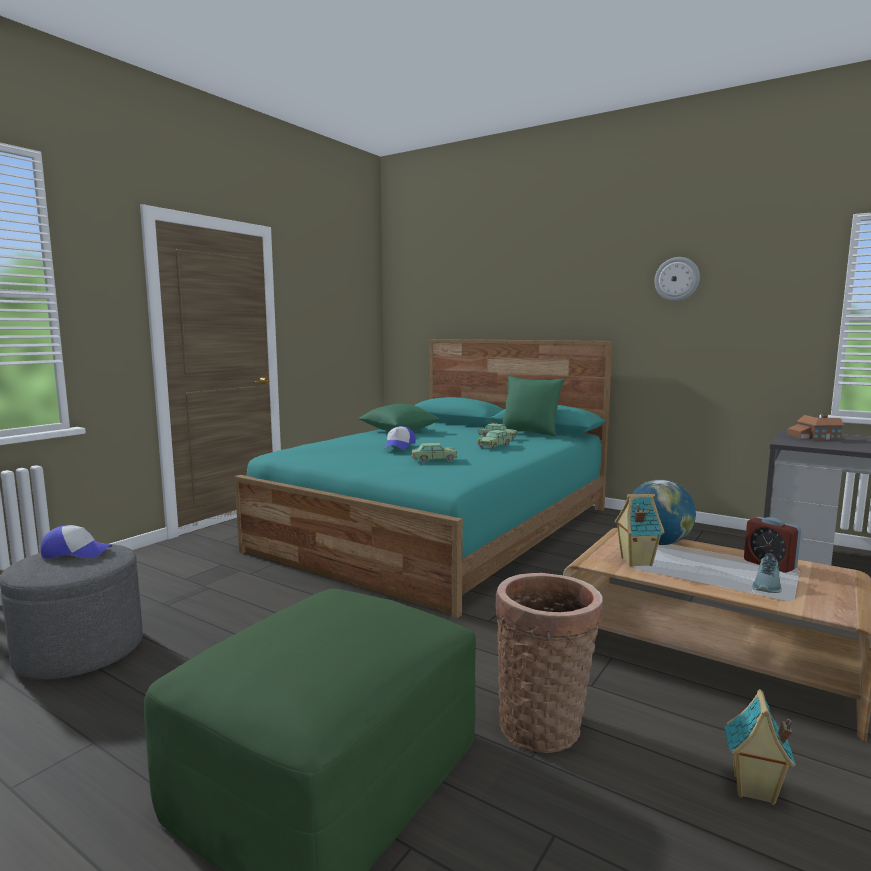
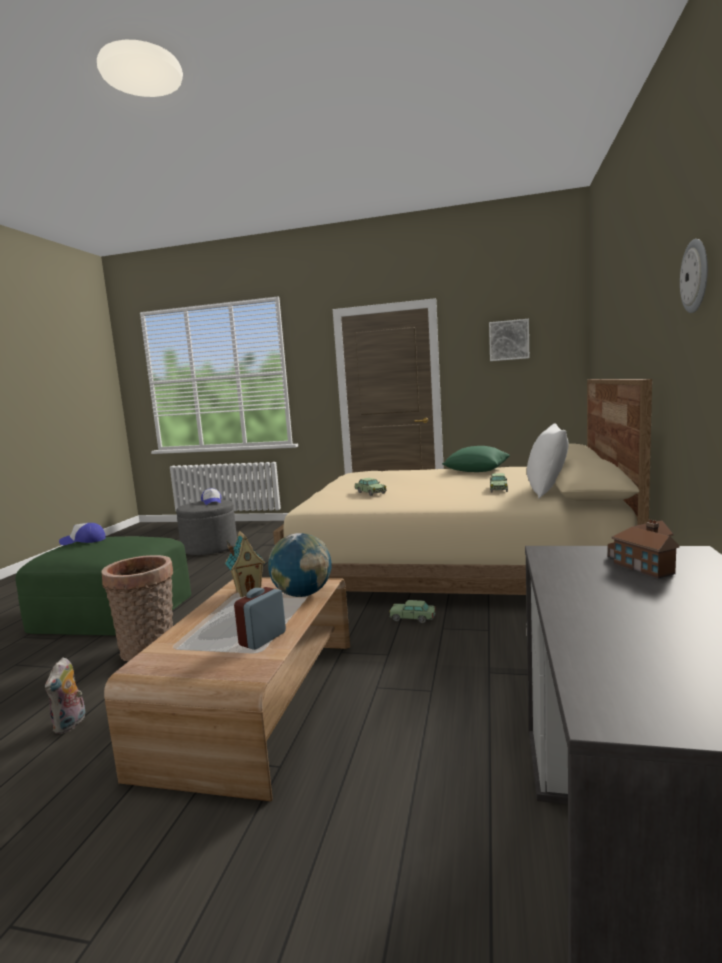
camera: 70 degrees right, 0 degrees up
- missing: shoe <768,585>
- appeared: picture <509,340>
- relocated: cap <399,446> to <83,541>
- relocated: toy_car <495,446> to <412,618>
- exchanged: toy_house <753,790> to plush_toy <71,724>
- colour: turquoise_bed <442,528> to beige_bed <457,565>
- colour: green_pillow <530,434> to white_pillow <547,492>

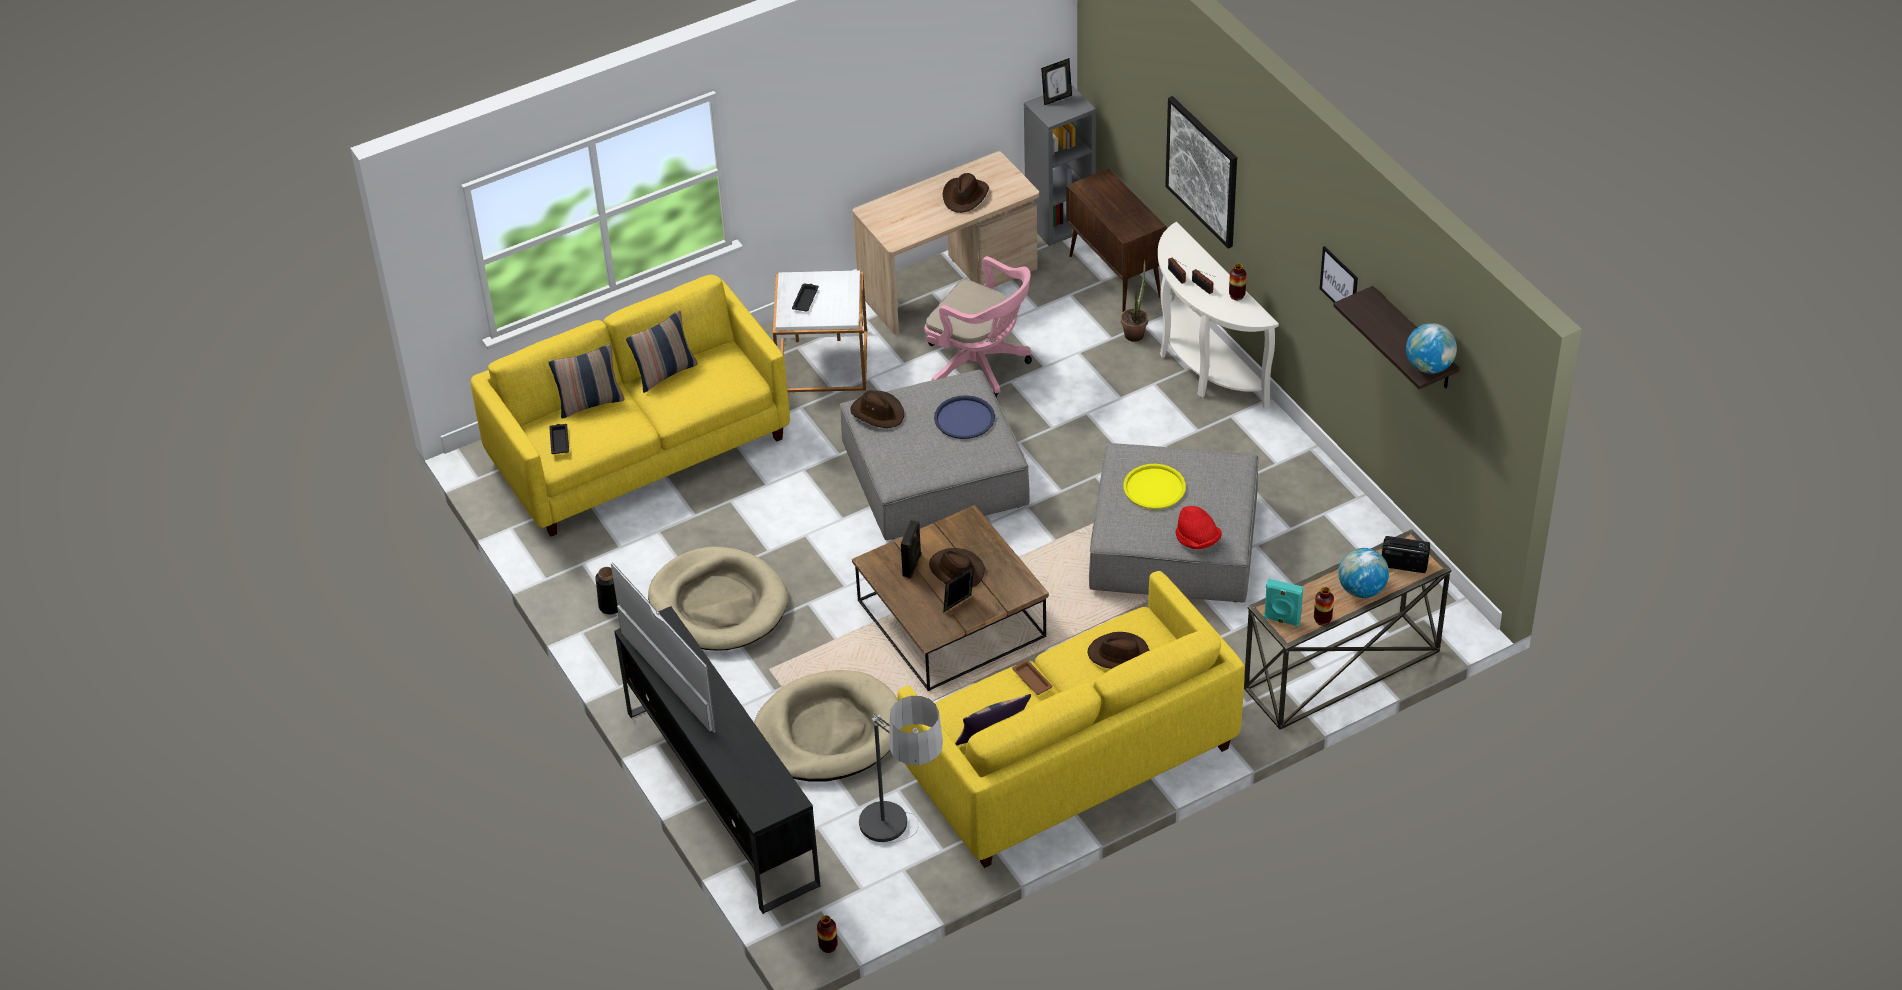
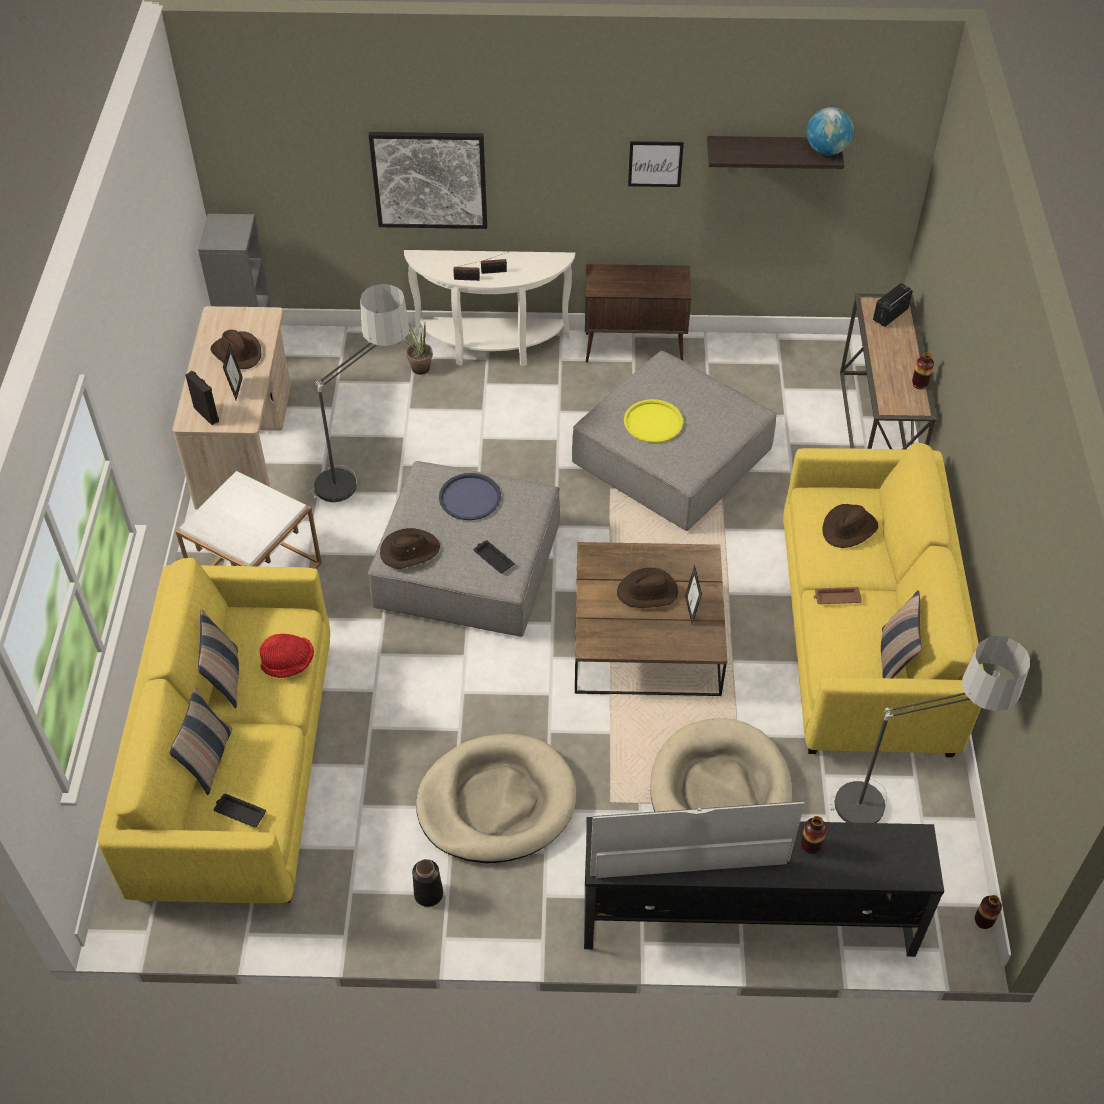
camera: 60 degrees left, 5 degrees up
- missing: turquoise_speaker <1281,620>
- missing: globe <1361,589>
- relocated: black_tray <805,299> to <493,558>
- relocated: black_speaker <912,565> to <207,414>
- relocated: picture_frame <1056,99> to <236,389>
- relocated: brown_cabinet <1115,277> to <635,349>
- relocated: red_hat <1197,540> to <289,663>
- relocated: vase <1237,296> to <810,846>
- exchanged: pink_office_chair <980,367> to floor_lamp <366,475>

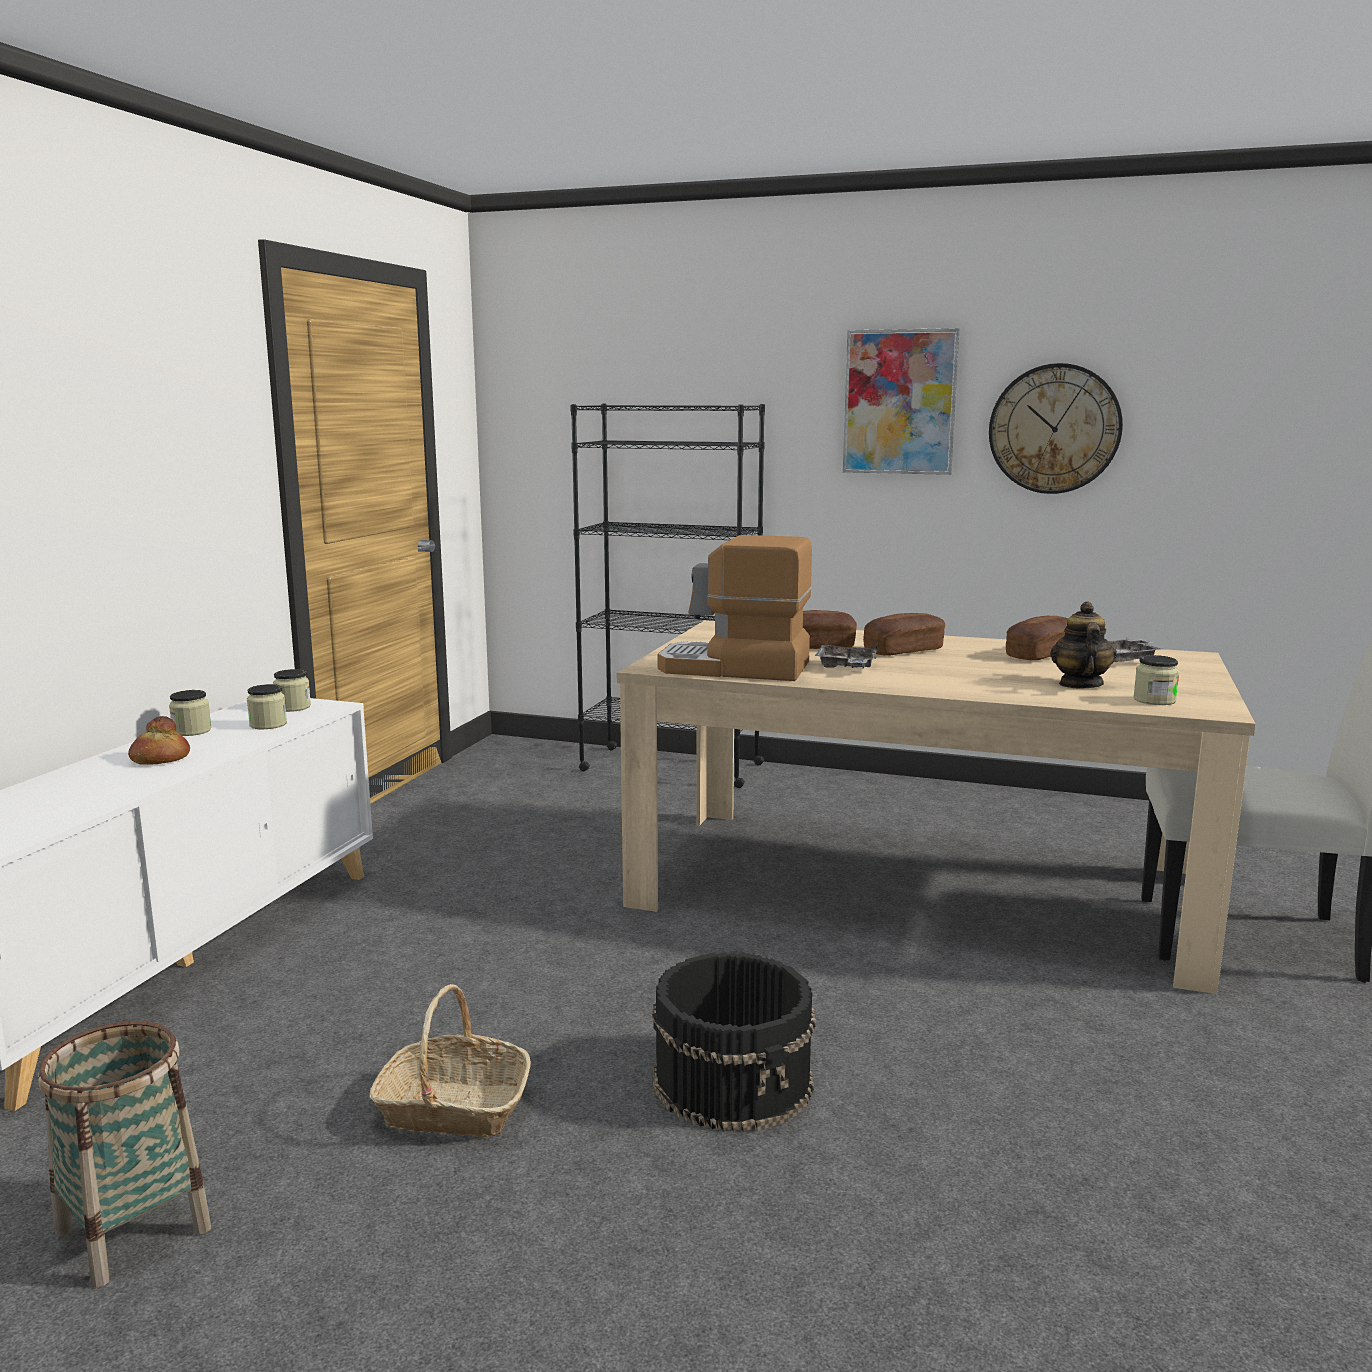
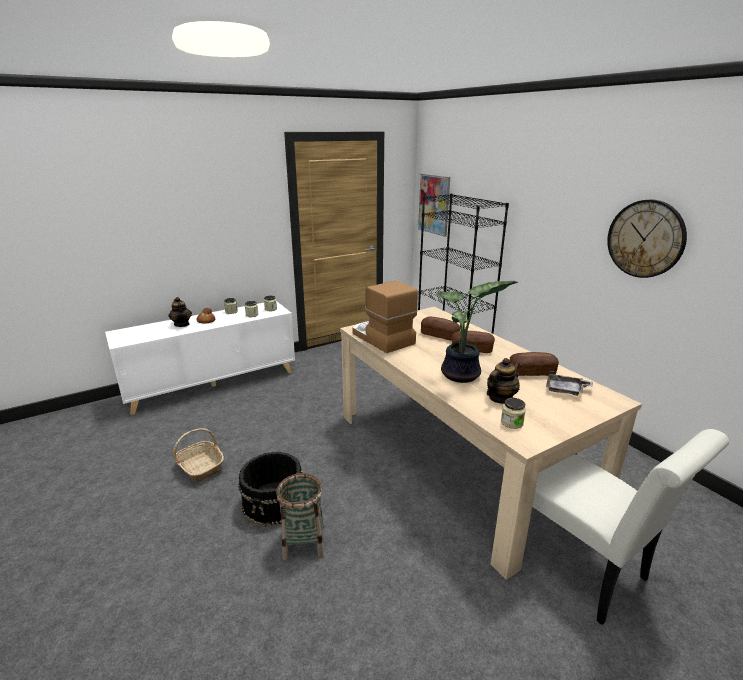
camera: 40 degrees right, 10 degrees up
- missing: grey_tray <846,667>
- appeared: teapot <182,324>
- appeared: potted_plant <462,376>
- relocated: basket <133,1230> to <303,542>
- relocated: picture <899,402> to <434,204>

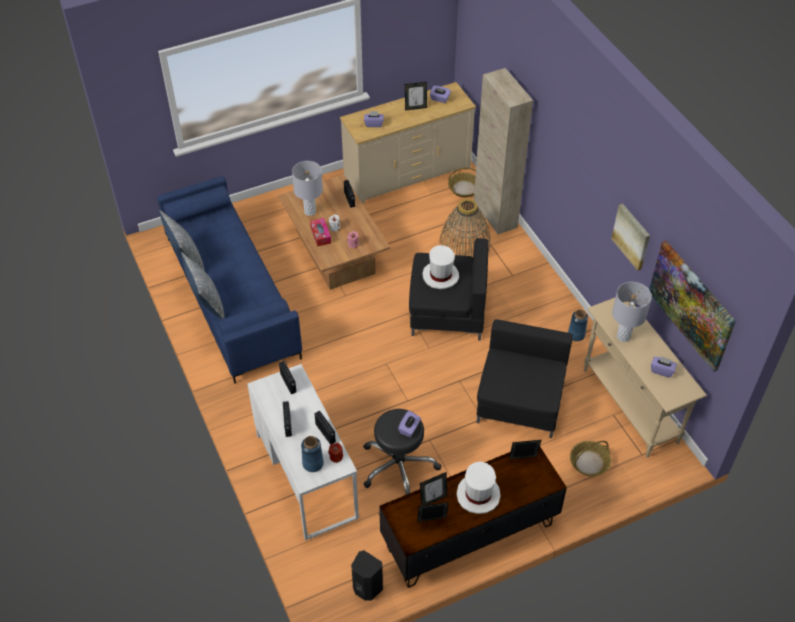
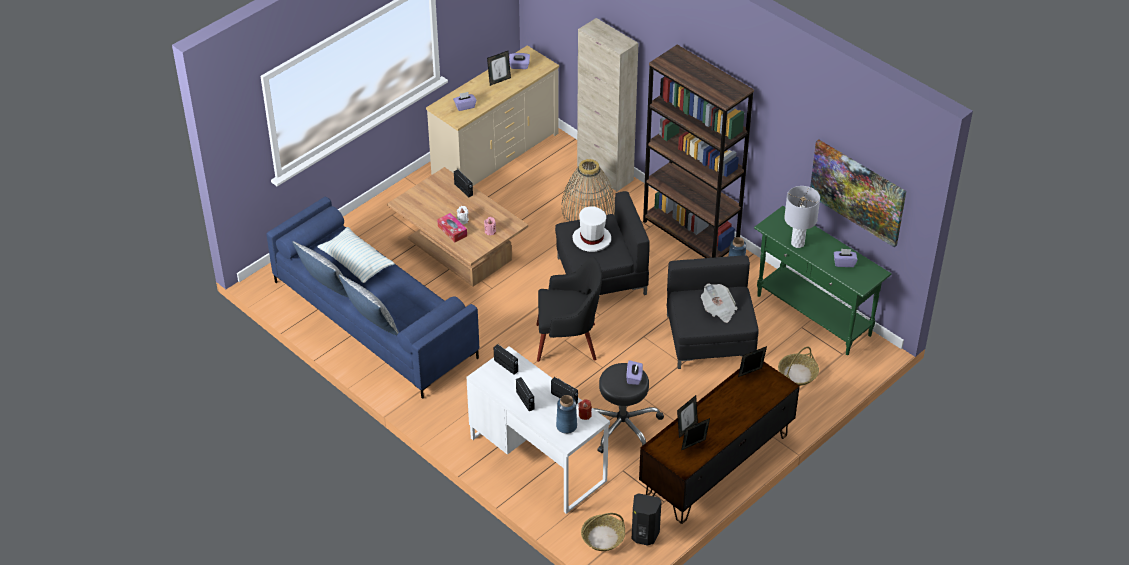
camera: 20 degrees left, 5 degrees down
- missing: grey_table_lamp <310,211>
- missing: white_hat <478,495>
- missing: picture <632,236>
- appeared: pillow <356,262>
- appeared: black_armchair <568,341>
- appeared: brown_bookcase <690,235>
- appeared: newspaper <718,310>
- relocated: basket <464,188> to <602,538>
- colour: beige_console_table <630,406> to green_console_table <813,316>

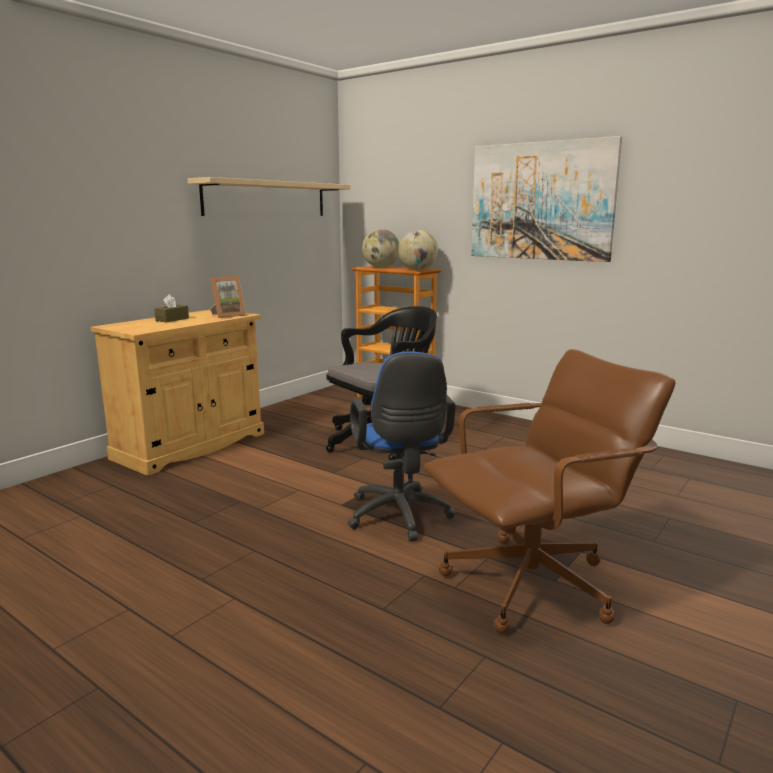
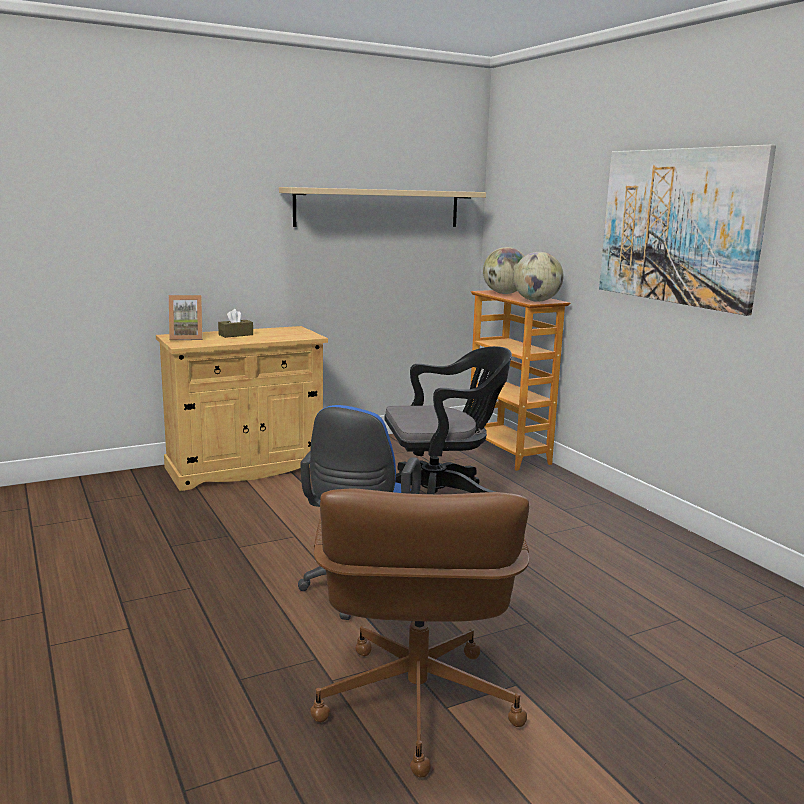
camera: 25 degrees right, 0 degrees up
- relocated: picture_frame <228,315> to <186,338>
- spun: brown_office_chair <532,585> = <415,704> 90 degrees clockwise

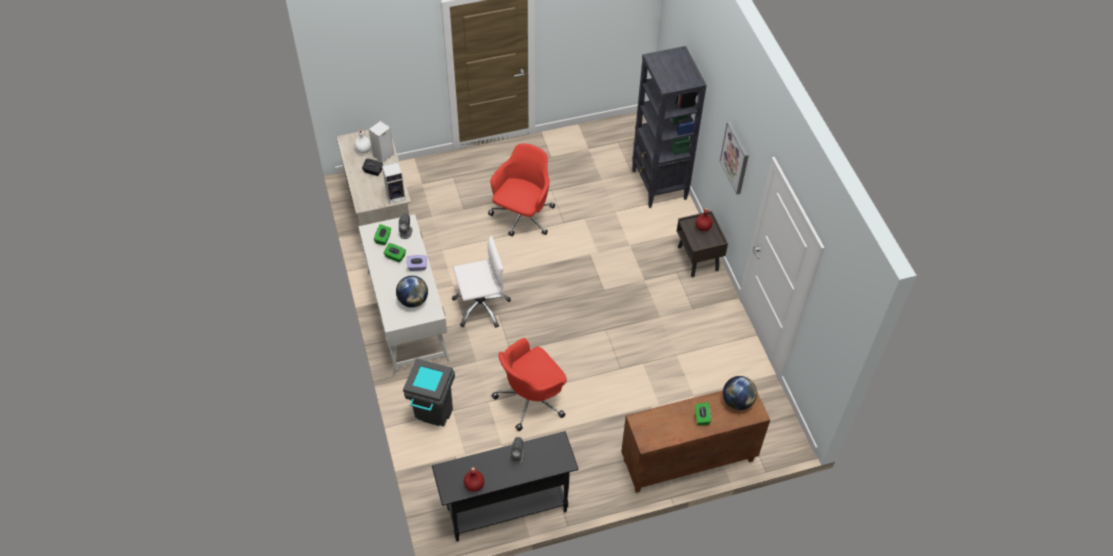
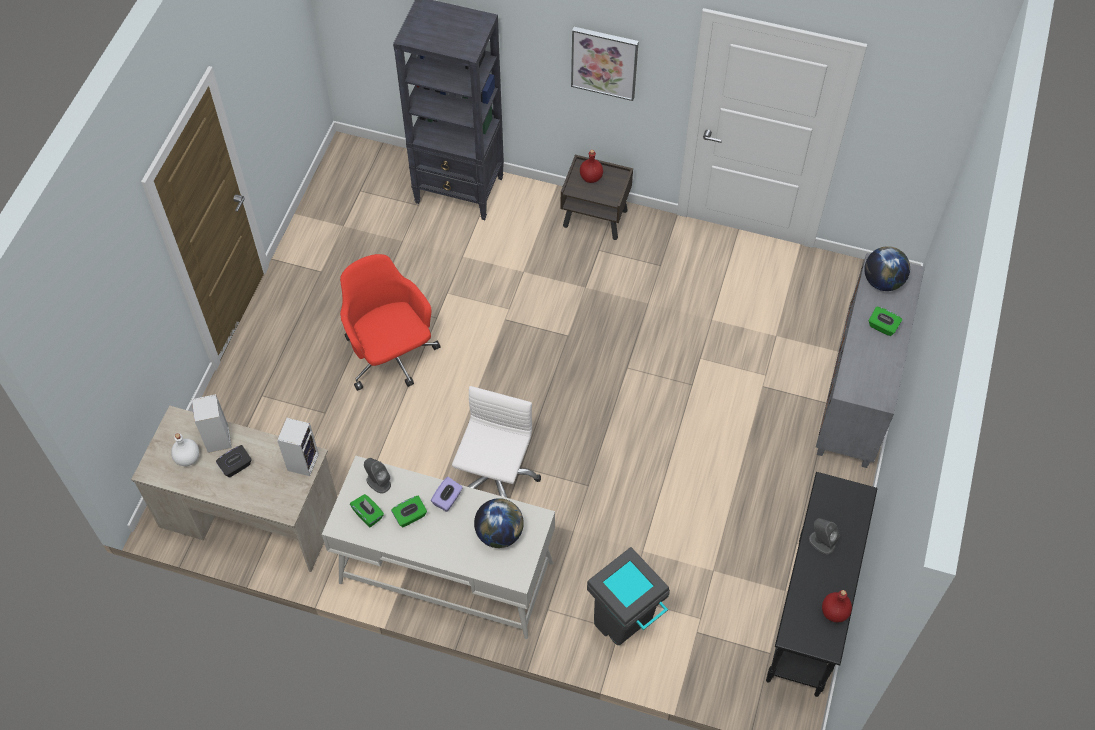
camera: 55 degrees left, 5 degrees up
- missing: red_office_chair <531,399>
- colour: brown_cabinet <687,461> to grey_cabinet <858,393>

